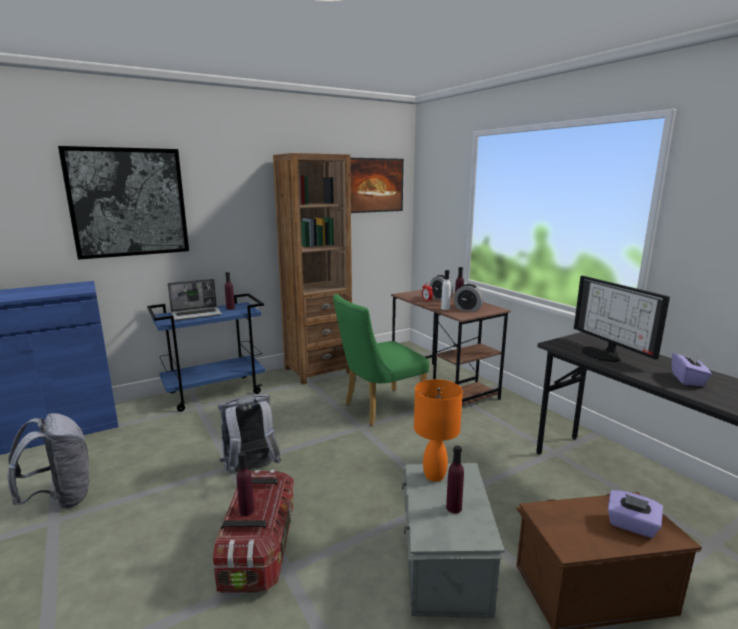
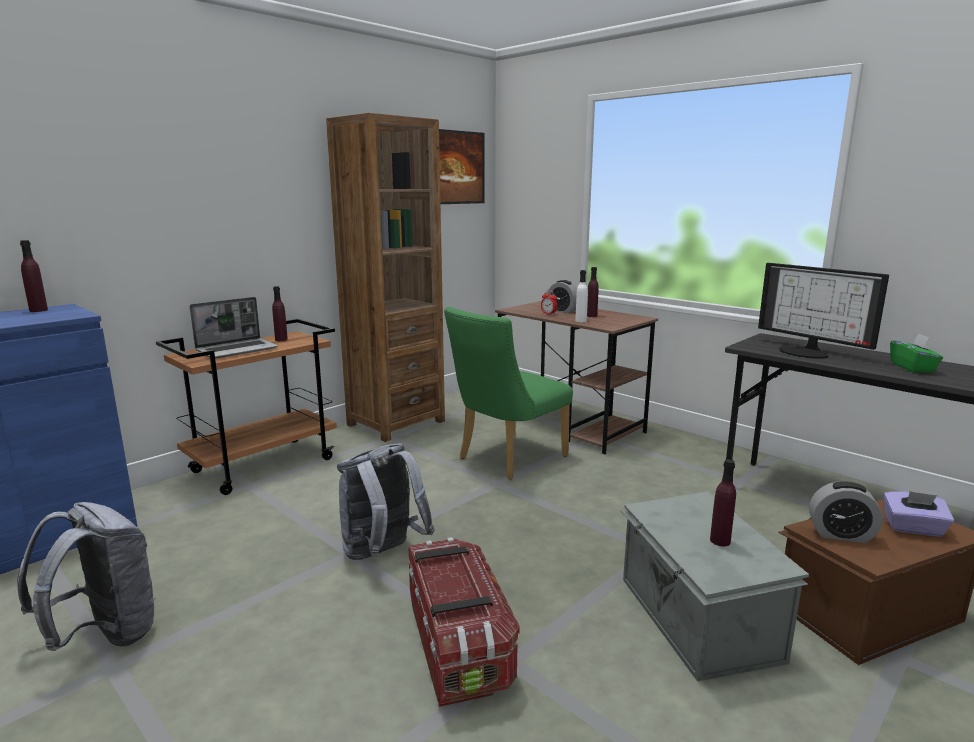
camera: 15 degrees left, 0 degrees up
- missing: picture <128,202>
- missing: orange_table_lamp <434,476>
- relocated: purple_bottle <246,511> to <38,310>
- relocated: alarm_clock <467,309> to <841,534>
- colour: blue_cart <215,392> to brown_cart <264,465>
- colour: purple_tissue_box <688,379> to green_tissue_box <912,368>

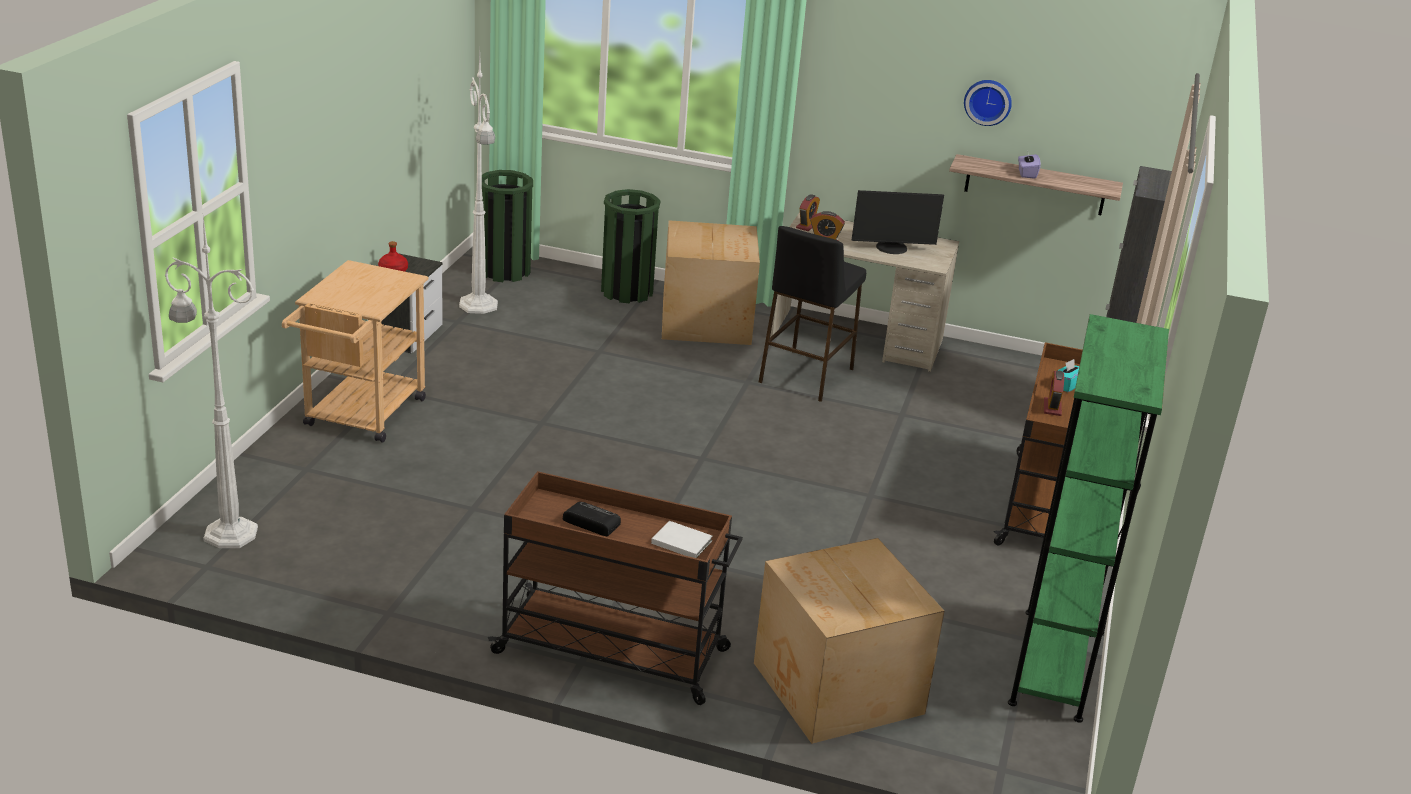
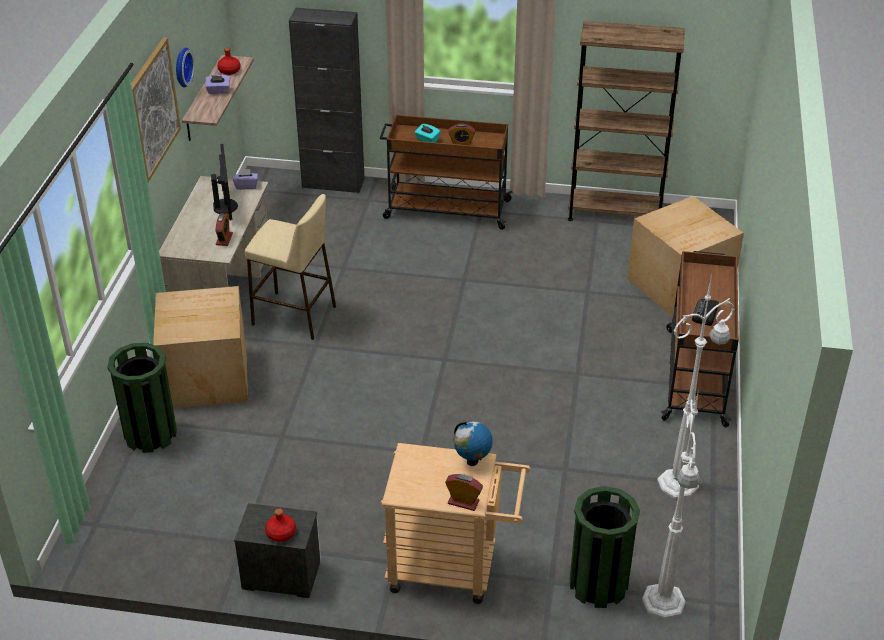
camera: 95 degrees left, 10 degrees up
- missing: white_book <681,541>
- appeared: picture <153,109>
- appeared: red_bottle <229,71>
- appeared: purple_tissue_box <246,186>
- appeared: globe <472,461>
- relocated: white_floor_lamp <478,306> to <679,483>
- relocated: green_trash_can <504,271> to <598,585>
- relocated: alarm_clock <807,226> to <463,502>
- colour: black_stool <806,376> to beige_stool <294,316>
- colour: green_bookcase <1052,664> to brown_bookcase <615,213>

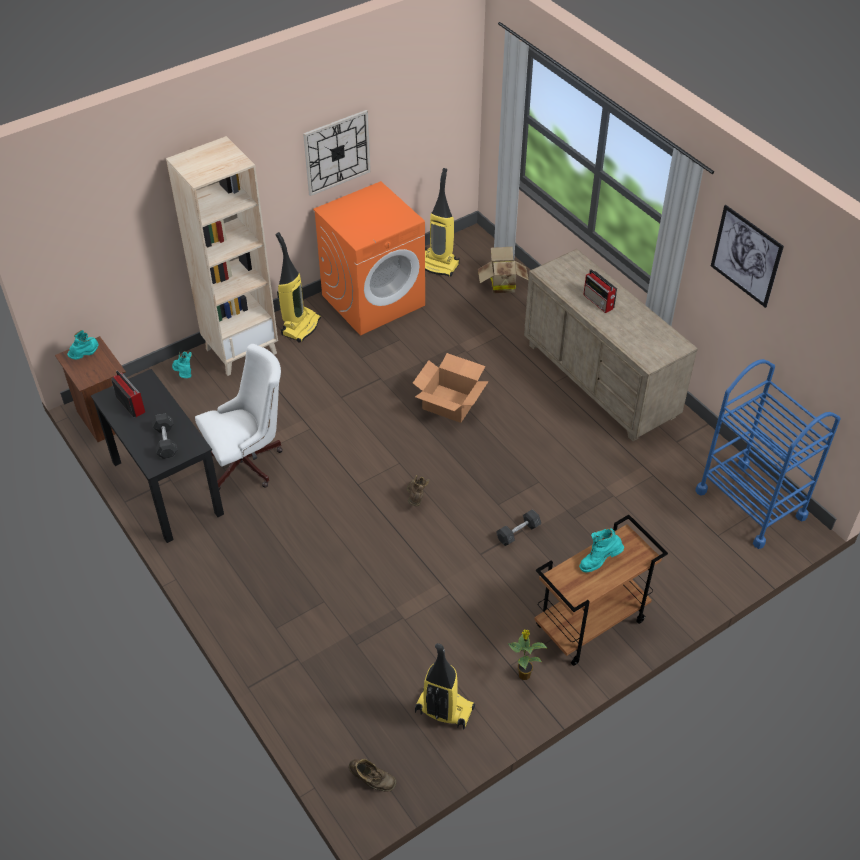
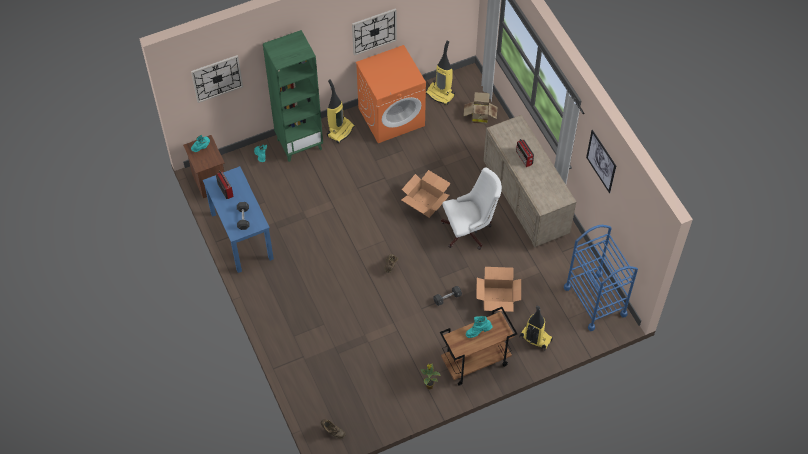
camera: 10 degrees right, 10 degrees up
- appeared: wall_clock <217,78>
- appeared: cardboard_box <498,299>
- relocated: white_office_chair <248,462> to <469,230>
- relocated: vacuum_cleaner <443,710> to <535,338>
- colour: black_desk <166,487> to blue_desk <241,235>
- colour: beige_bookcase <241,350> to green_bookcase <299,144>

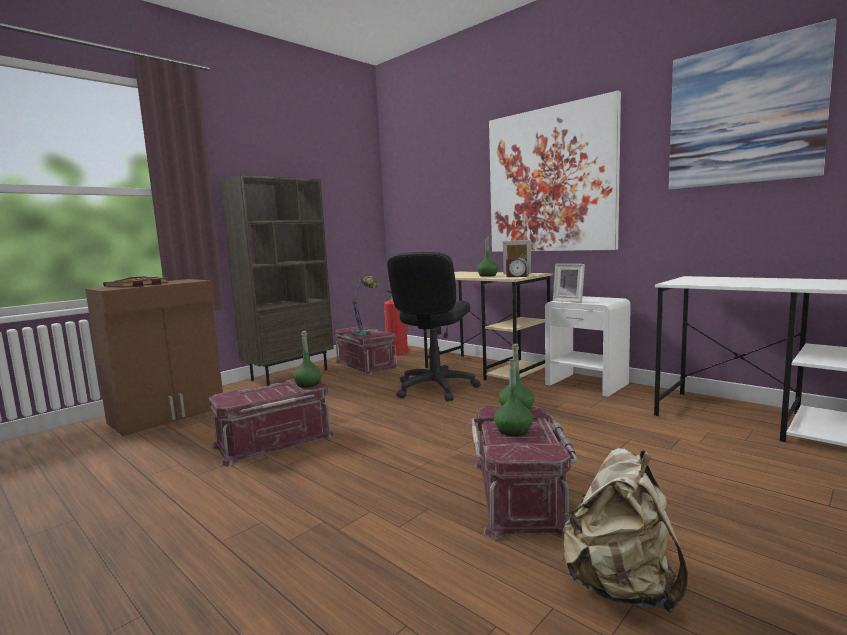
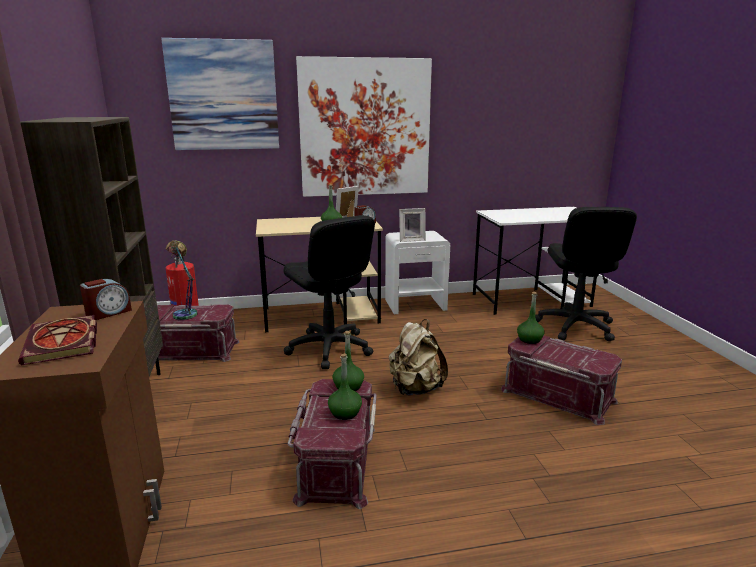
camera: 55 degrees left, 10 degrees up
- appeared: alarm_clock <108,313>
- appeared: black_office_chair <575,326>
- relocated: green_bottle <513,430> to <345,413>
- relocated: beige_backpack <621,587> to <415,389>
- relocated: picture <744,114> to <223,95>

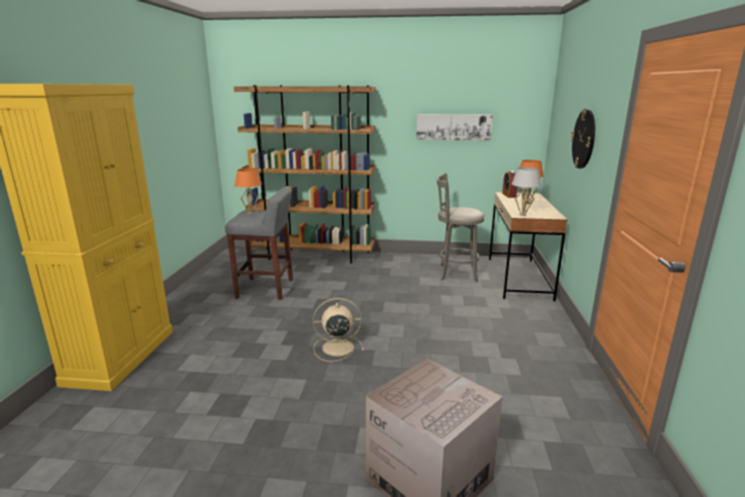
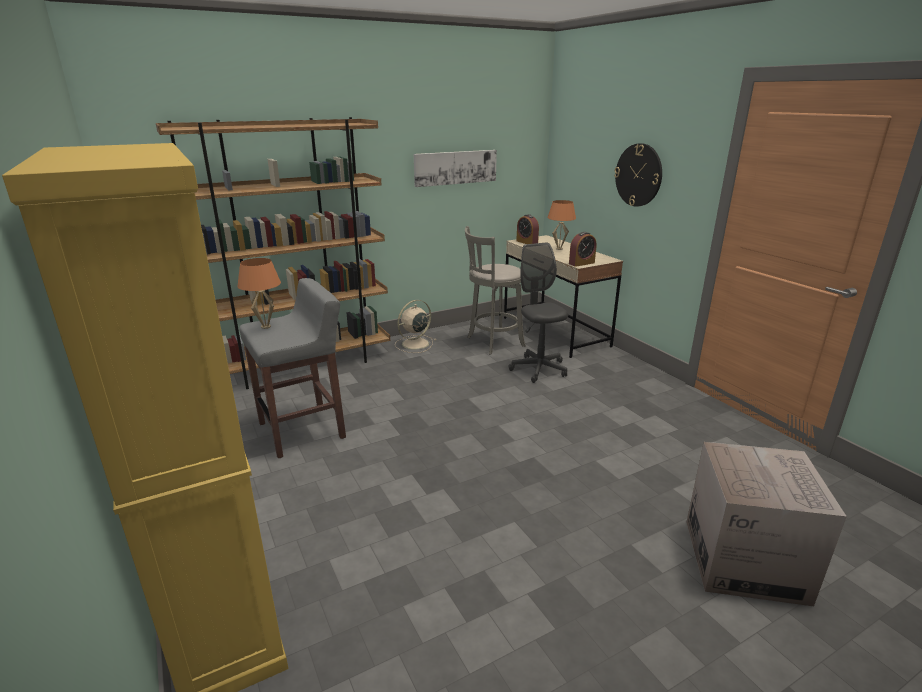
camera: 35 degrees left, 5 degrees up
- appeared: grey_office_chair <538,369>
- relocated: beige_fan <336,348> to <414,344>
- exchanged: white_table_lamp <522,215> to alarm_clock <581,263>

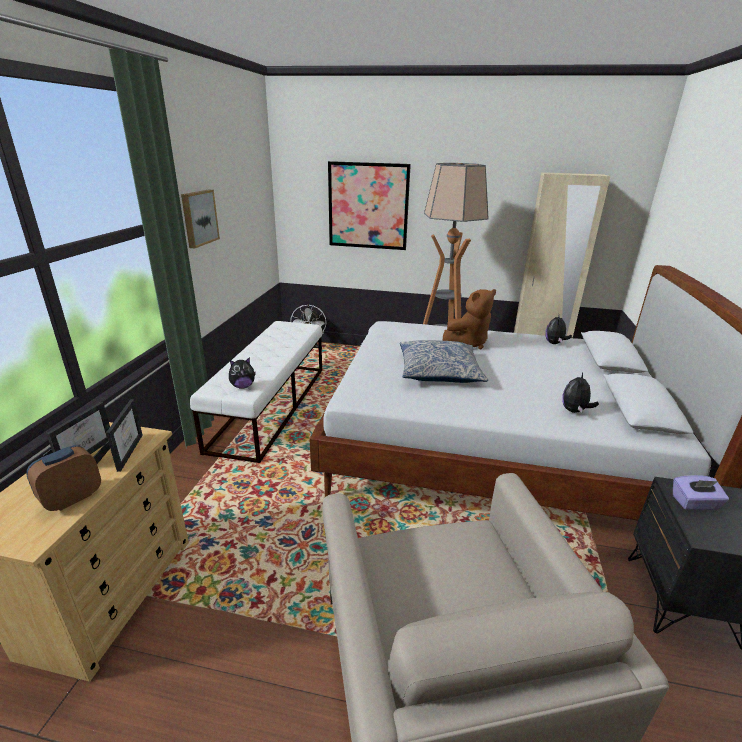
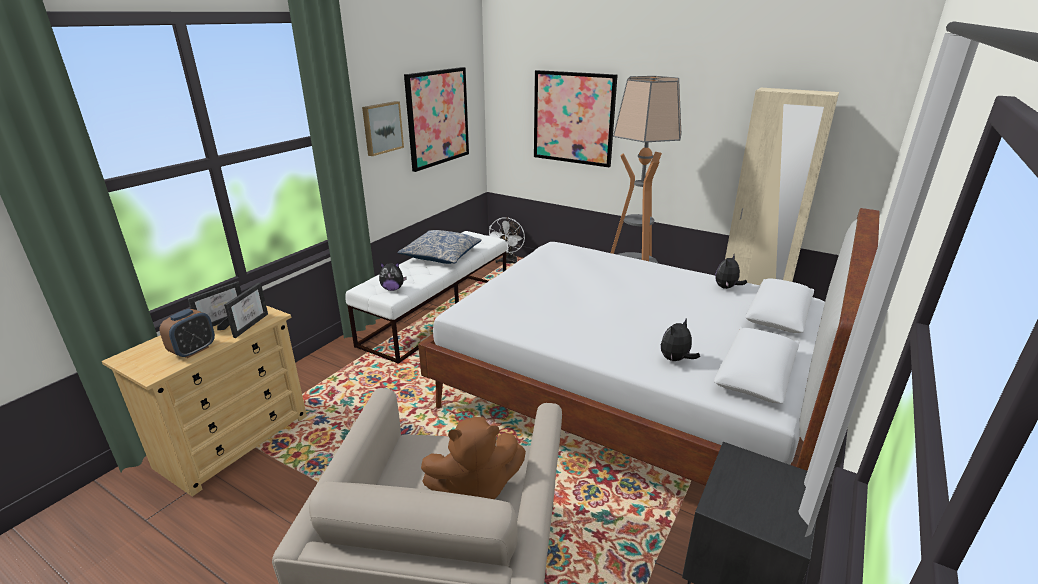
camera: 20 degrees right, 0 degrees up
- missing: purple_tissue_box <694,503>
- appeared: picture <437,117>
- relocated: pillow <439,371> to <441,255>
- relocated: brown_plush_toy <468,343> to <474,489>
- spun: alarm_clock <72,498> = <193,350> 150 degrees clockwise

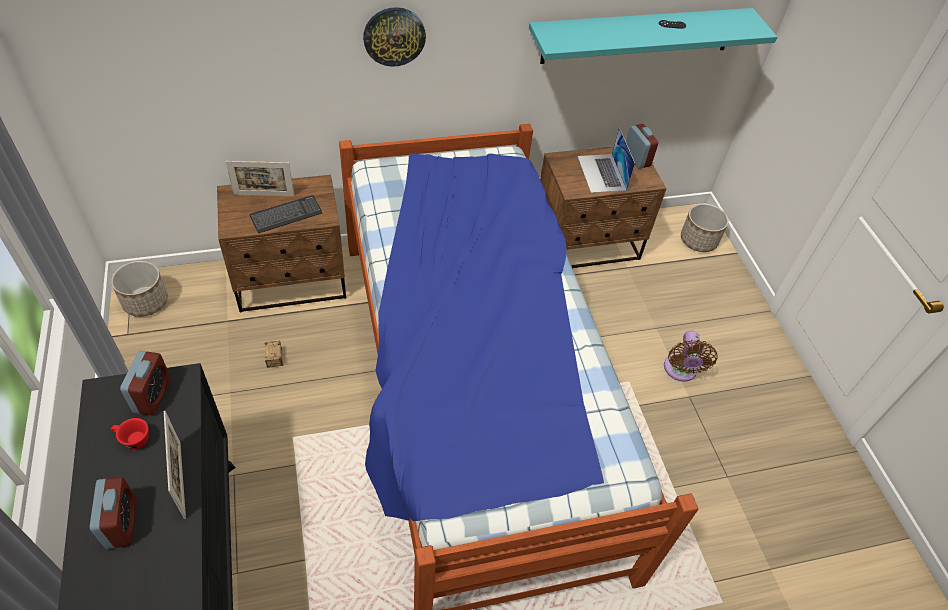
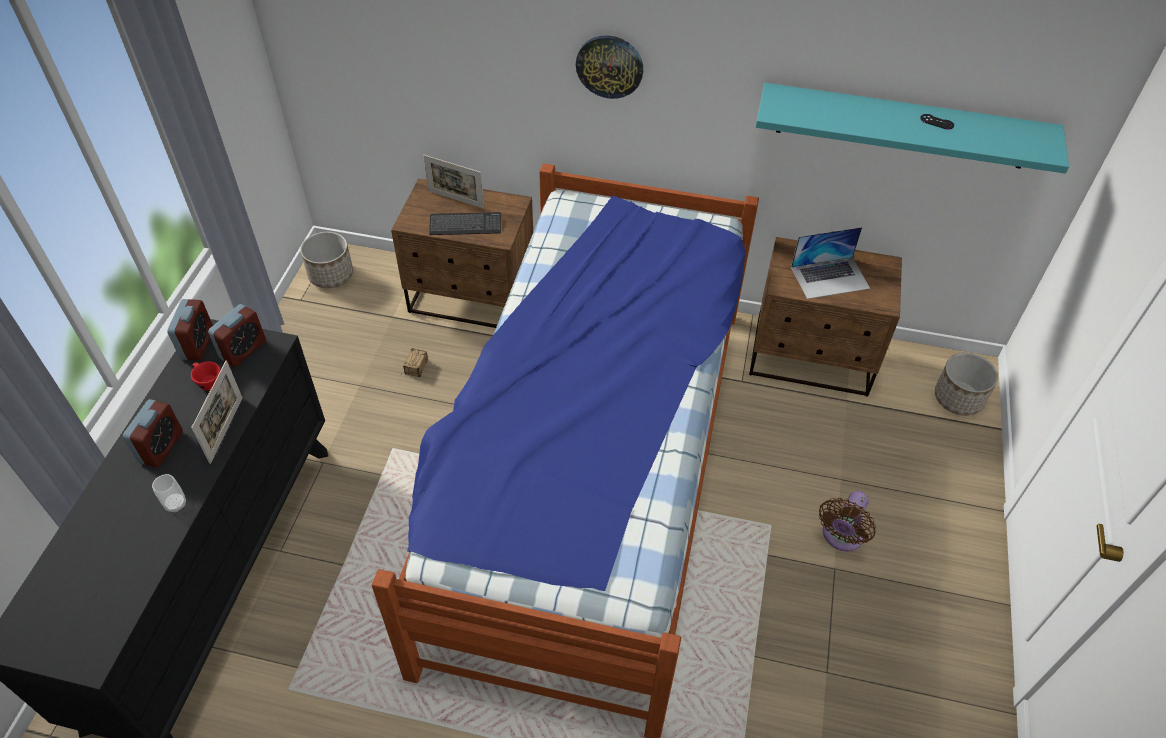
camera: 30 degrees right, 0 degrees up
- appeared: cup <175,504>
- relocated: alarm_clock <637,158> to <197,344>
- spun: laptop <602,173> = <830,277> 120 degrees counterclockwise

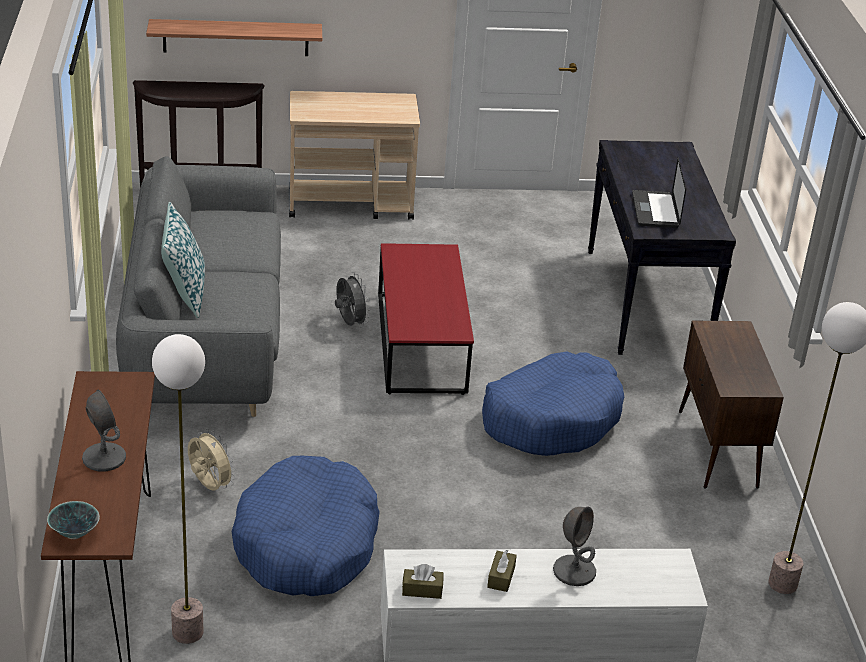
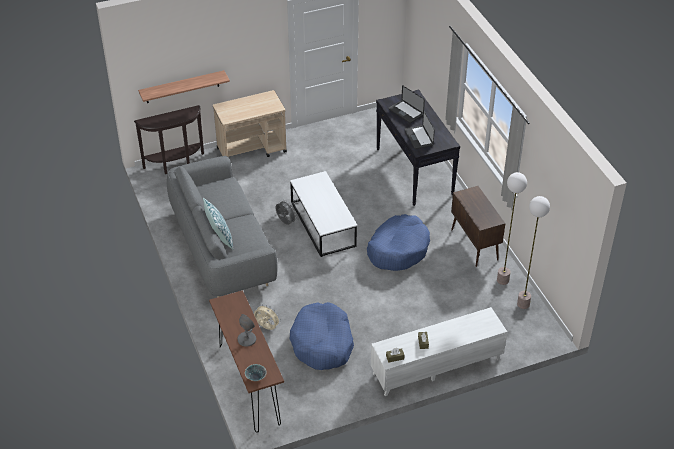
camera: 15 degrees left, 10 degrees up
- missing: grey_table_lamp <574,571>
- appeared: laptop <406,112>
- relocated: floor_lamp <187,633> to <503,280>
- colour: red_coffee_table <421,343> to white_coffee_table <323,224>

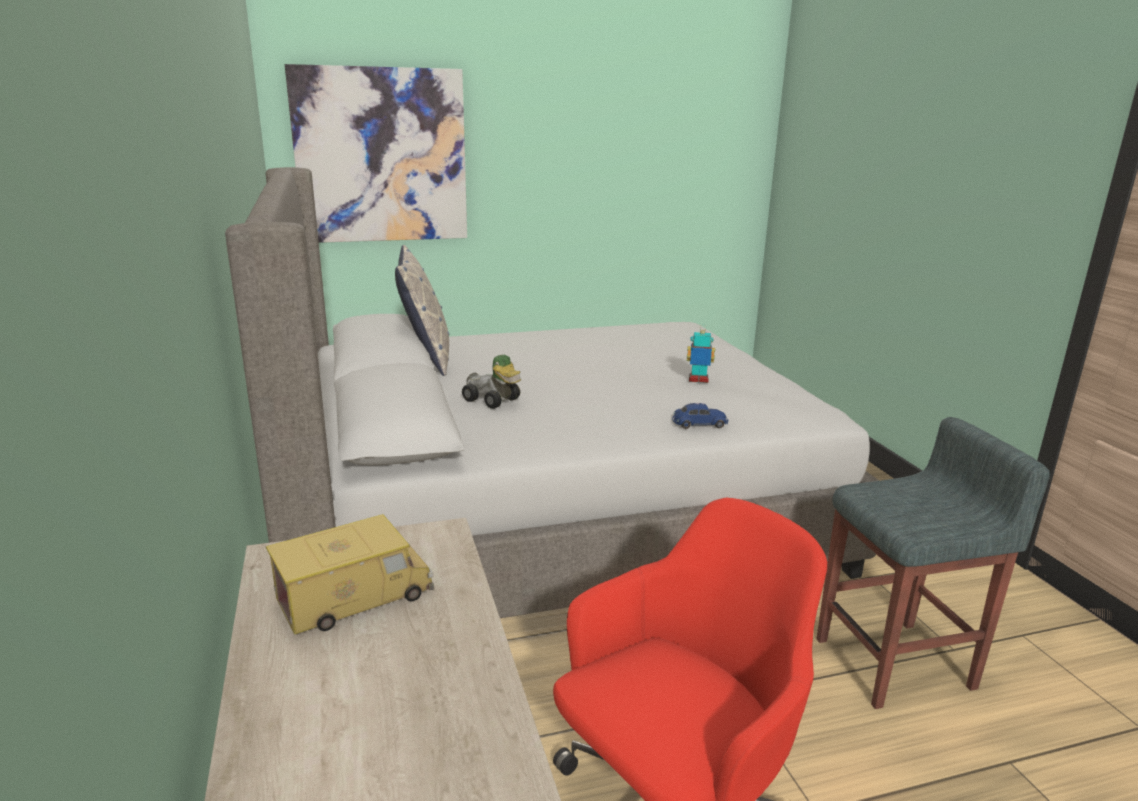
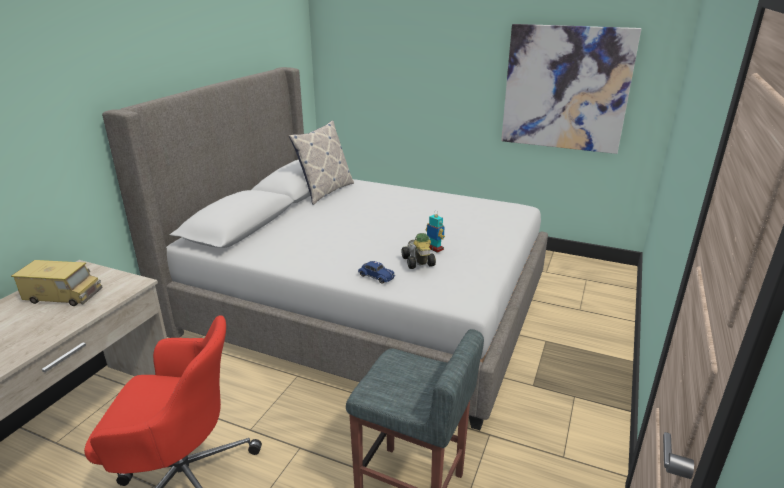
camera: 40 degrees right, 5 degrees up
- relocated: picture <381,156> to <565,88>
- relocated: toy_car <492,401> to <417,263>

